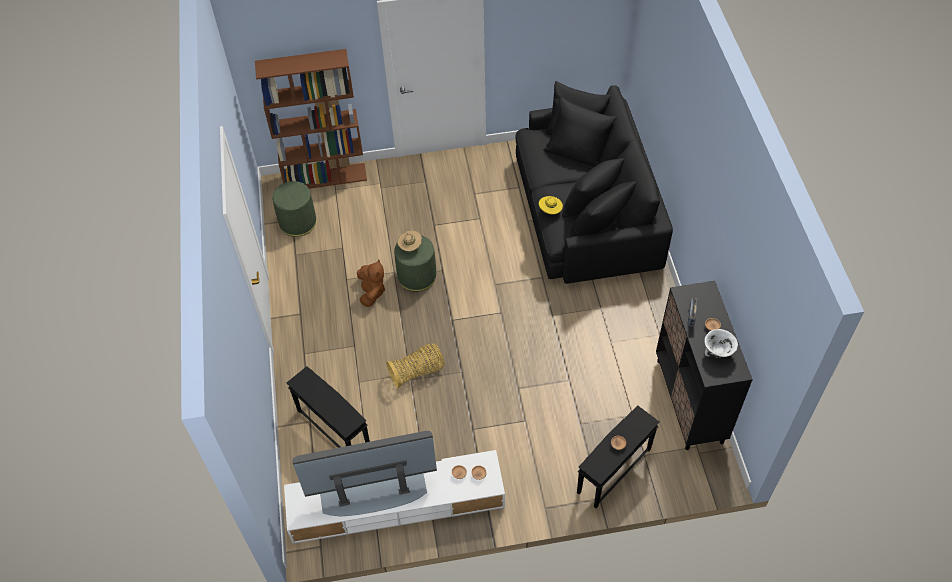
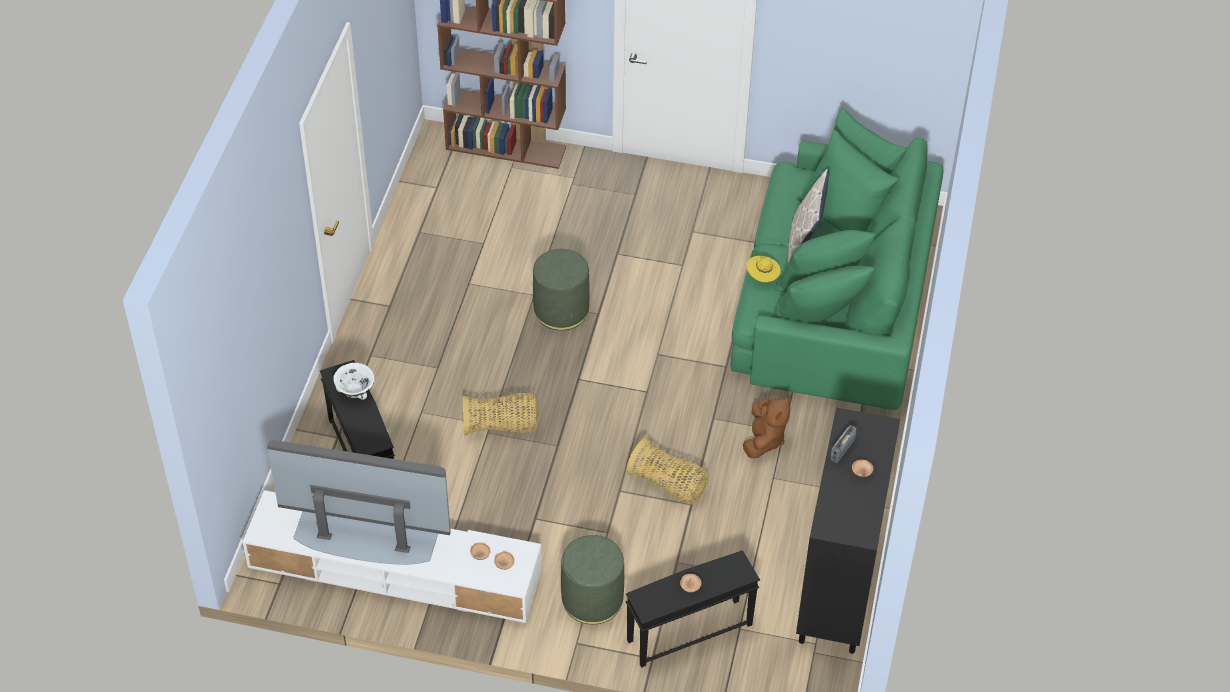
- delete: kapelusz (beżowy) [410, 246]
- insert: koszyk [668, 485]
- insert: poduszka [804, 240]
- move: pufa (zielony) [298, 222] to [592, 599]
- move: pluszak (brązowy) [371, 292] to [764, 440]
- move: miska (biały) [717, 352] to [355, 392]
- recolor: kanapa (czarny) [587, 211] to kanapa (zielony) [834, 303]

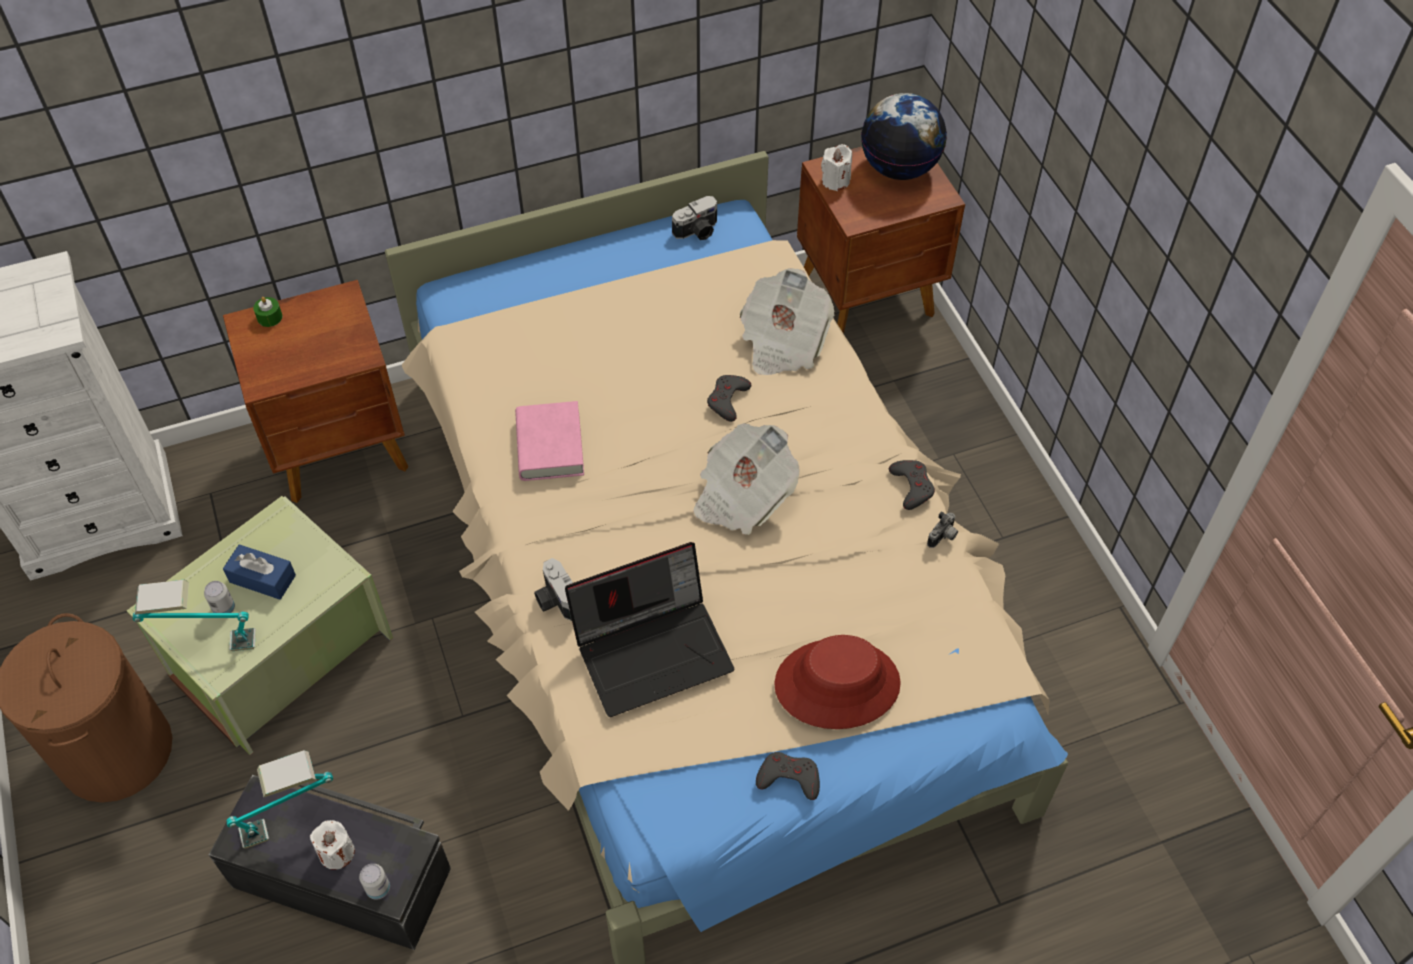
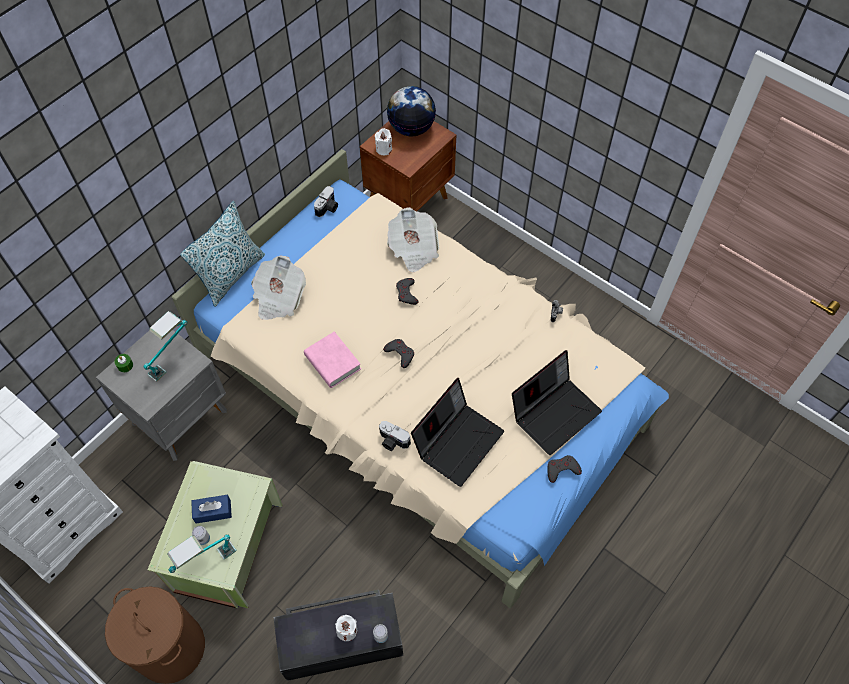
- insert: poduszka [231, 275]
- move: lampa stołowa [292, 821] to [172, 359]
- move: gazeta [742, 495] to [279, 298]
- move: pad do gier (szary) [912, 486] to [400, 354]
- replace: kapelusz (czerwony) [837, 684] to laptop [554, 412]
- recolor: szafka nocna (brązowy) [342, 449] to szafka nocna (szary) [182, 417]

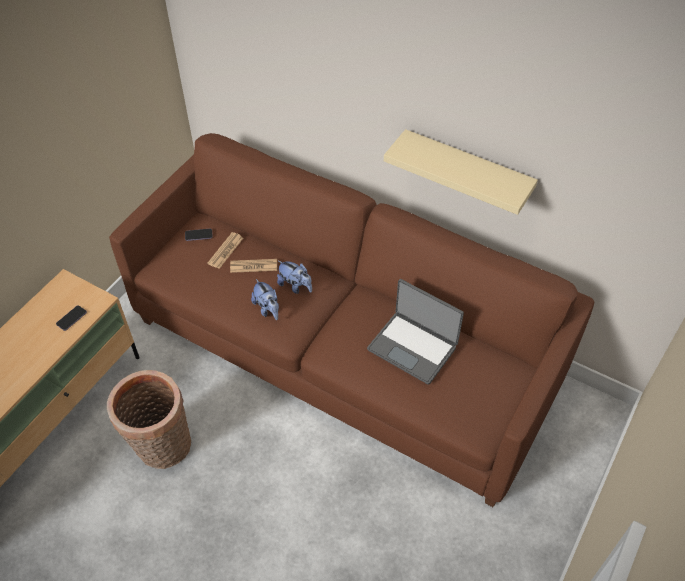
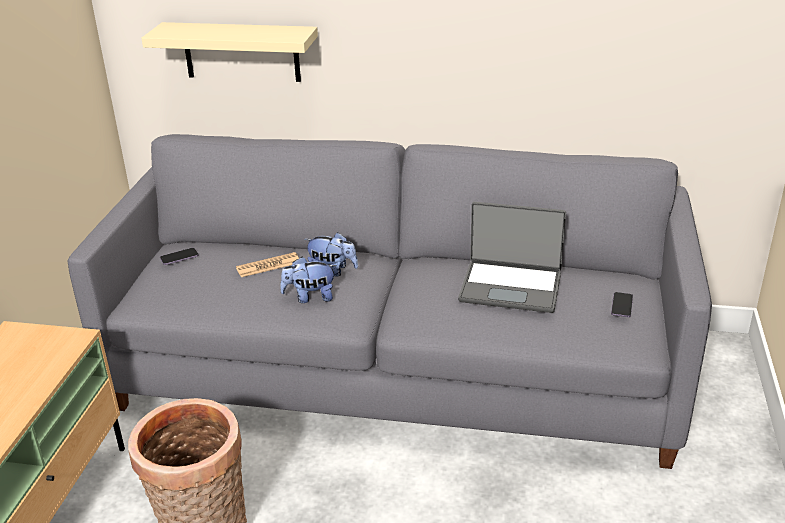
- delete: gazeta [225, 251]
- move: telefon [71, 318] to [621, 306]
- move: półka (beżowy) [466, 172] to [241, 52]
- recolor: kanapa (brązowy) [344, 351] to kanapa (szary) [397, 371]
- rotate: pluszak [267, 309] = [310, 297] 135 degrees clockwise

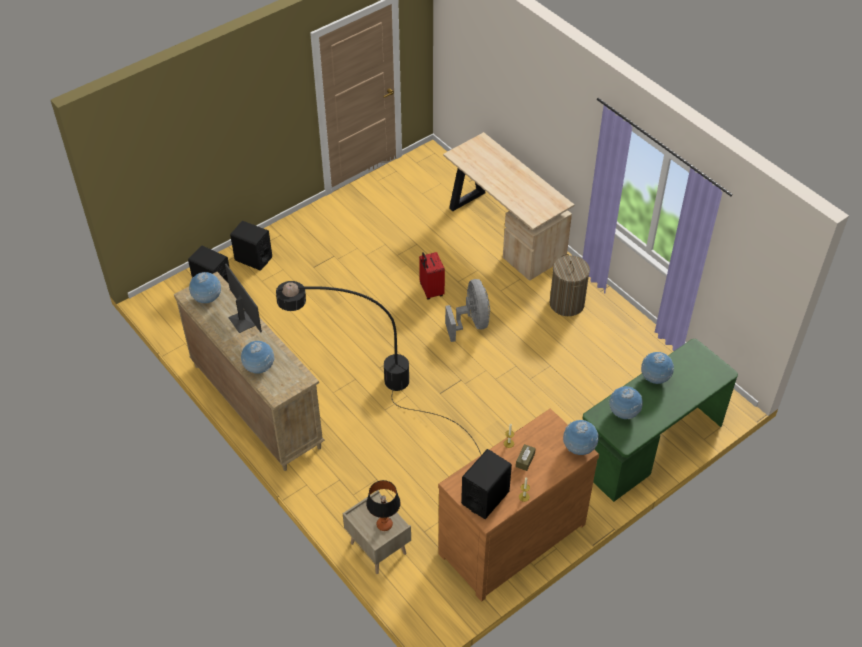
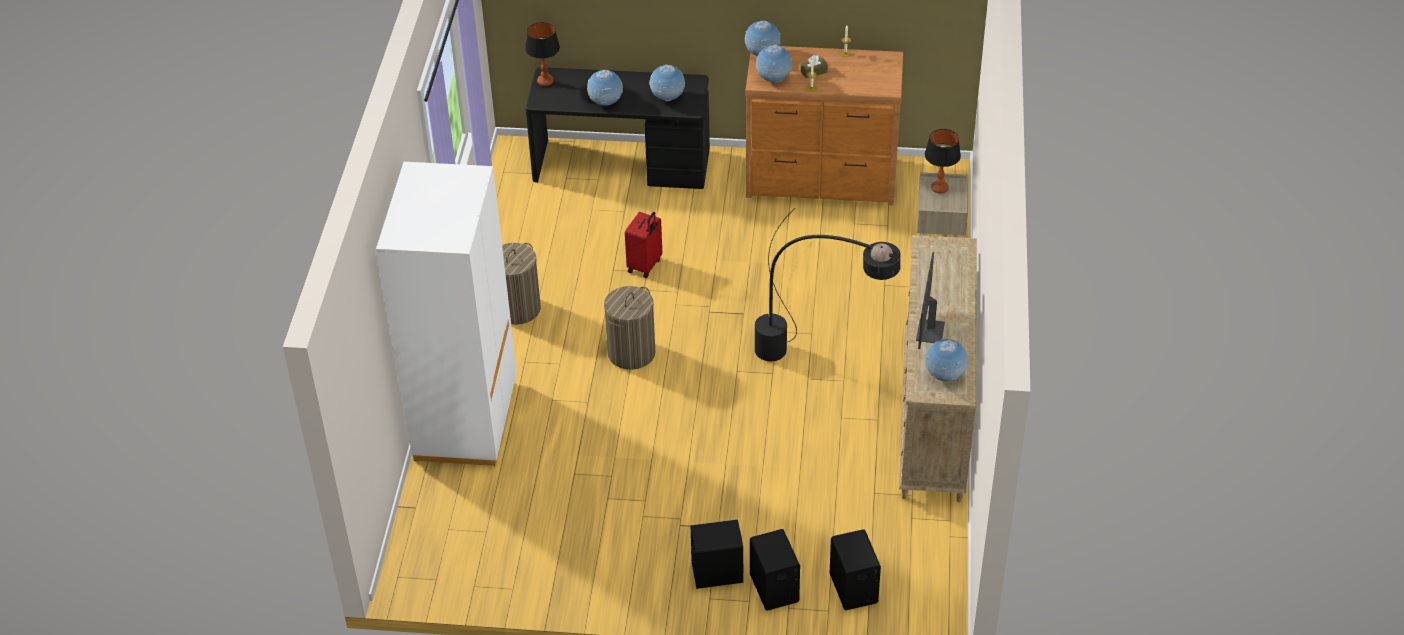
- insert: lampa stołowa [545, 81]
- move: globus [259, 368] to [773, 80]
- move: walizka (czerwony) [431, 291] to [645, 266]
- move: głośnik (czarny) [485, 497] to [716, 573]
- replace: biurko (beżowy) [504, 231] to szafa (biały) [466, 420]
- replace: wentylator (szary) [471, 323] to kosz na pranie [631, 353]
- recolor: biurko (zielony) [650, 444] to biurko (czarny) [621, 164]

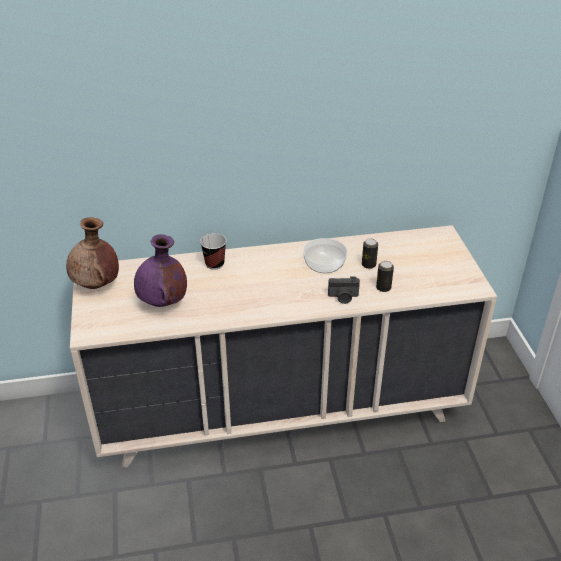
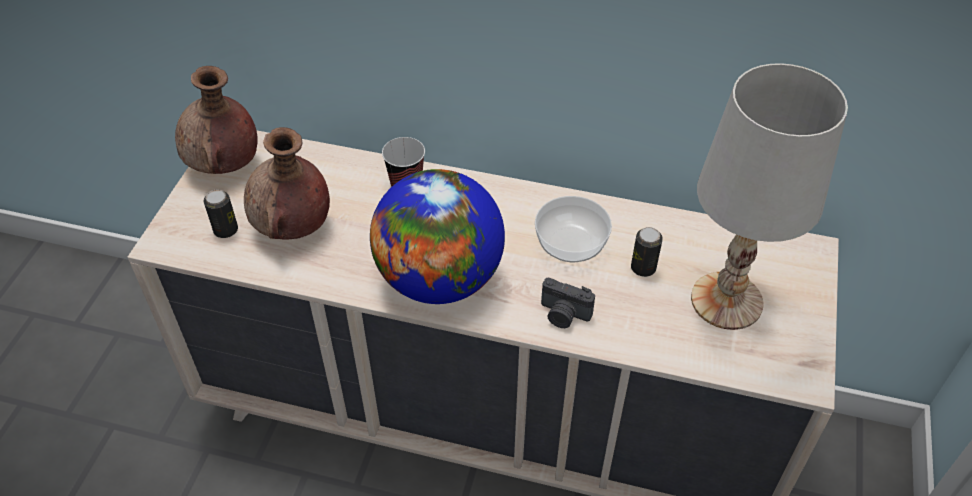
- insert: globus [440, 279]
- insert: lampa stołowa (biały) [727, 301]
- move: puszka [383, 288] to [226, 230]
- recolor: wazon (fioletowy) [163, 303] to wazon (brązowy) [293, 228]

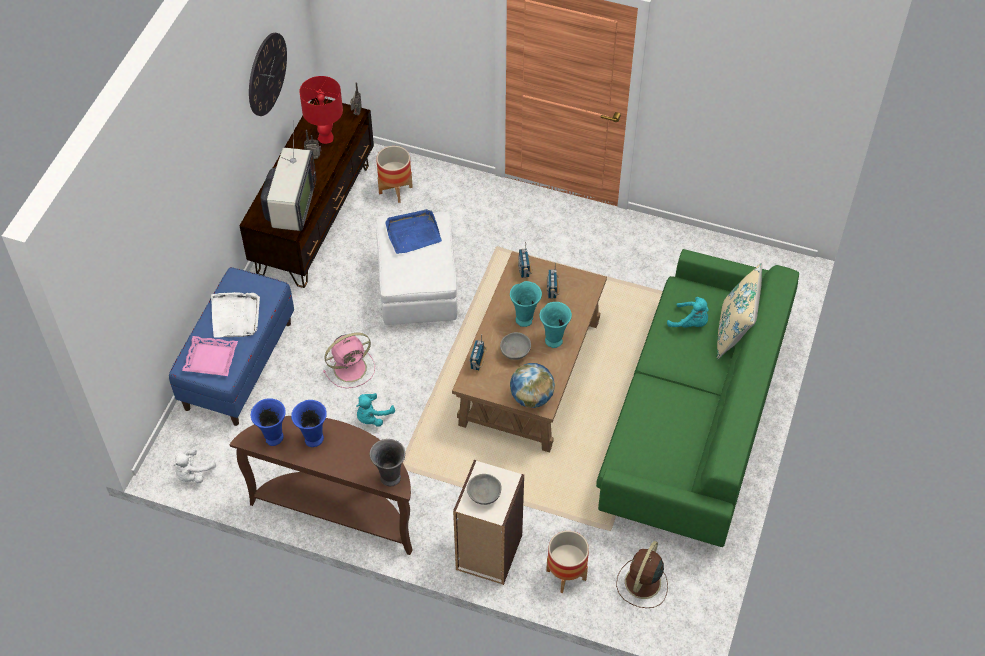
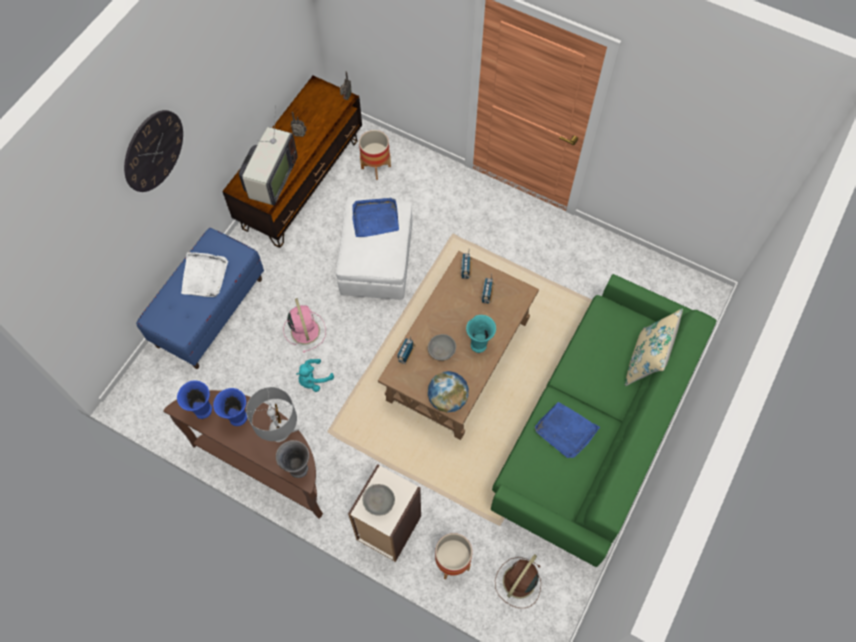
- delete: pluszak (biały) [193, 473]
- delete: taca (różowy) [211, 359]
- delete: lampa stołowa (czerwony) [326, 137]
- delete: wazon (turkusowy) [525, 319]
- delete: pluszak (turkusowy) [690, 323]
- insert: lampa stołowa (szary) [280, 433]
- insert: taca (niebieski) [565, 431]
- move: zegar ścienny [267, 74] to [153, 151]
- rotate: wentylator (różowy) [351, 368] = [305, 330] 90 degrees counterclockwise

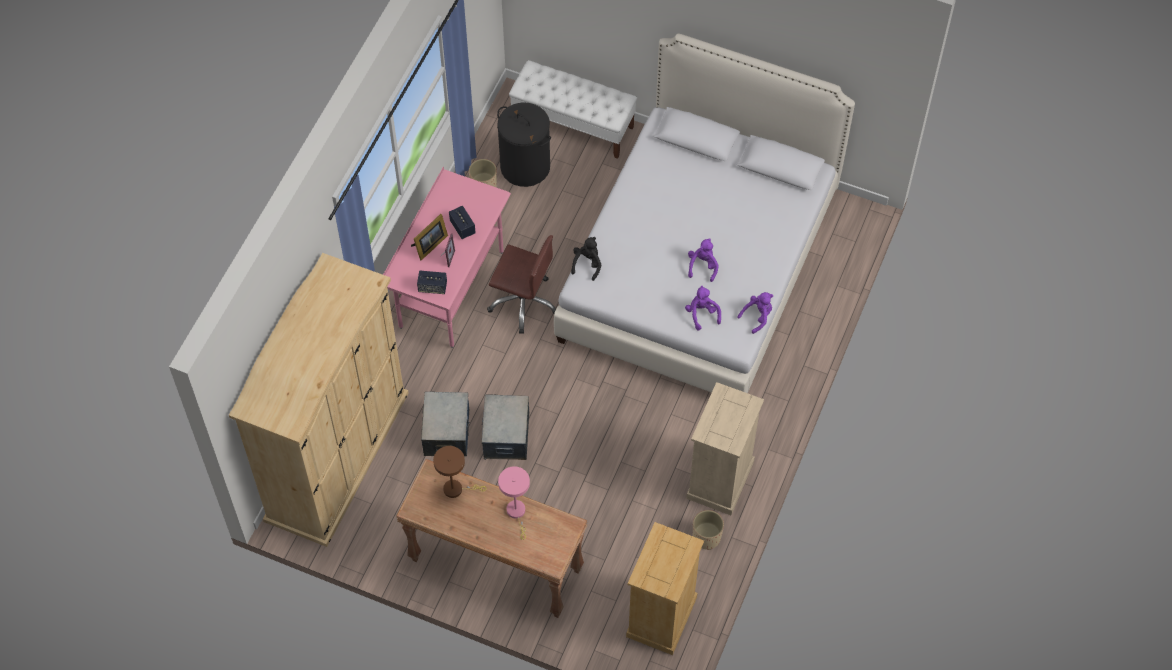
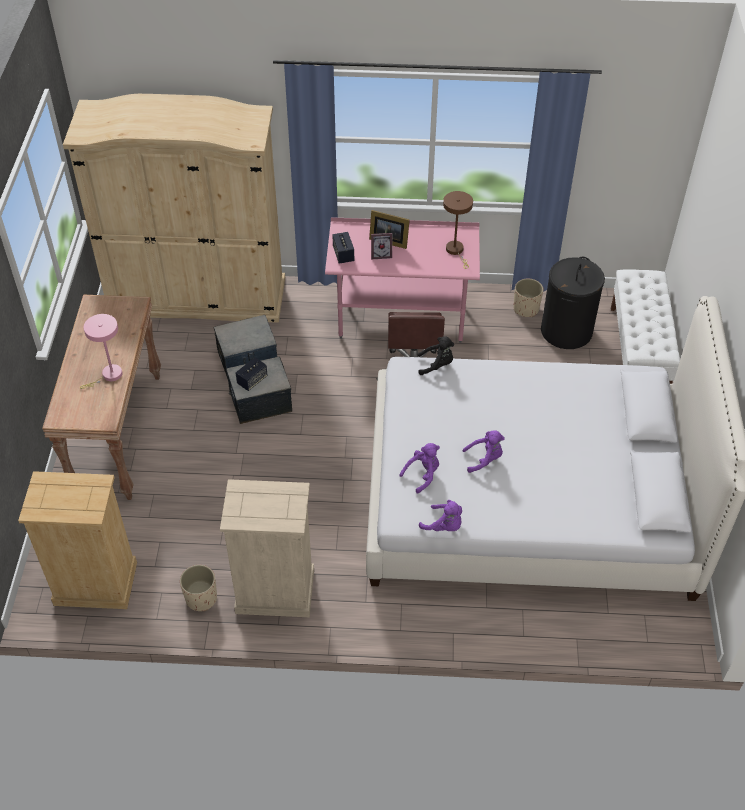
- move: lampa stołowa (brązowy) [456, 489] to [456, 251]
- move: głośnik [462, 227] to [252, 380]

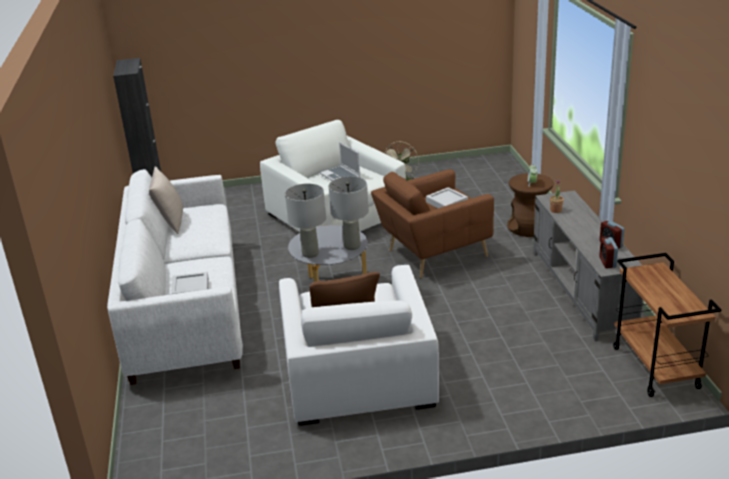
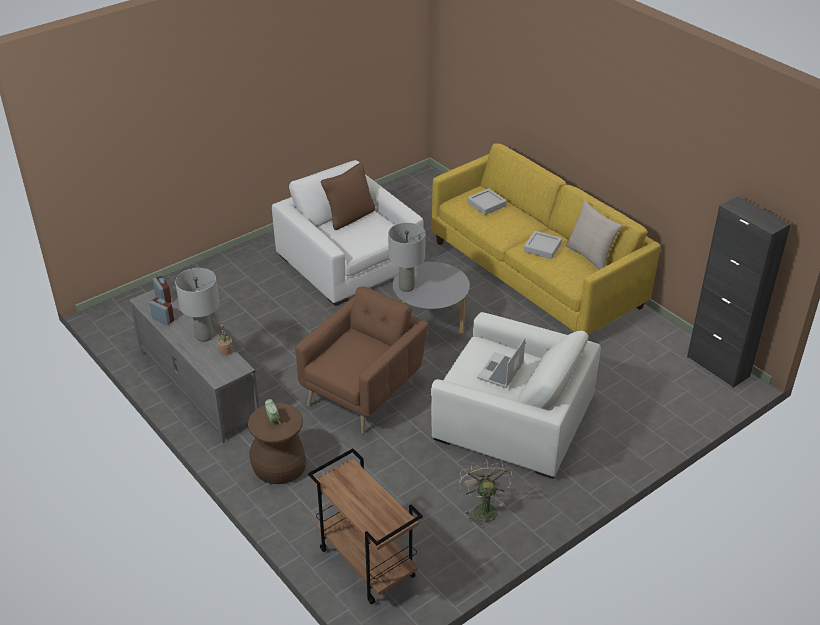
- move: lampa stołowa (szary) [310, 254] to [204, 336]
- move: taca (szary) [446, 202] to [542, 247]
- move: wózek (brązowy) [656, 368] to [365, 563]
- recolor: kanapa (biały) [185, 307] to kanapa (żółty) [536, 274]
- rotate: laptop [341, 176] = [501, 372] 90 degrees counterclockwise

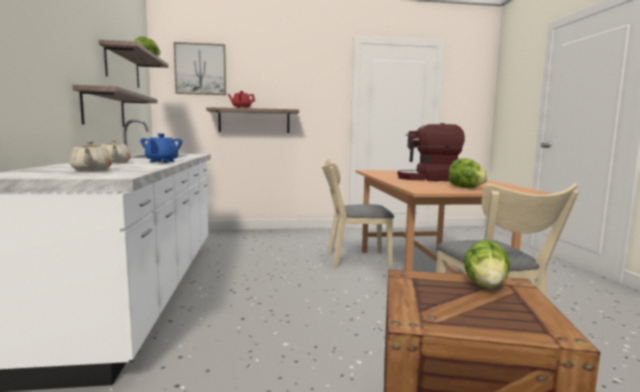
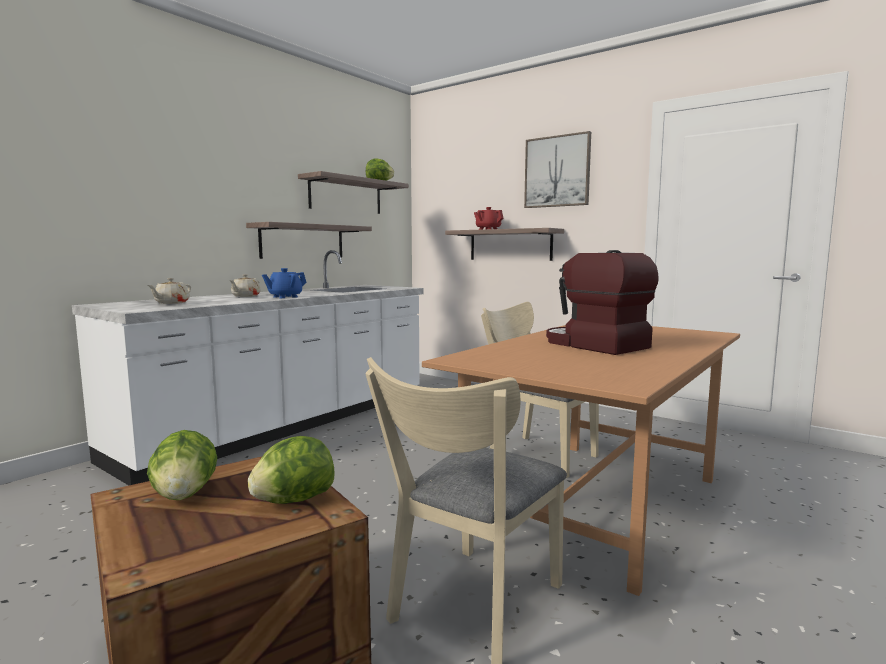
- move: obraz [200, 69] to [557, 171]
- move: sałata [465, 187] to [185, 494]

